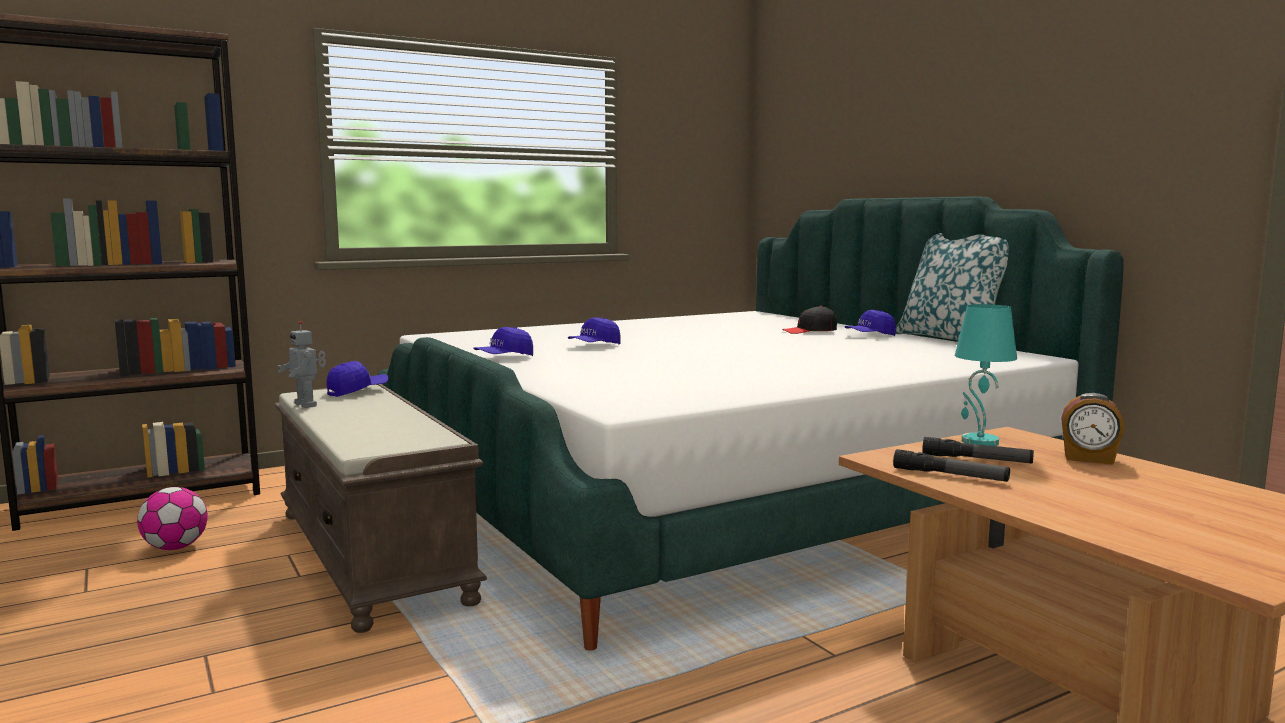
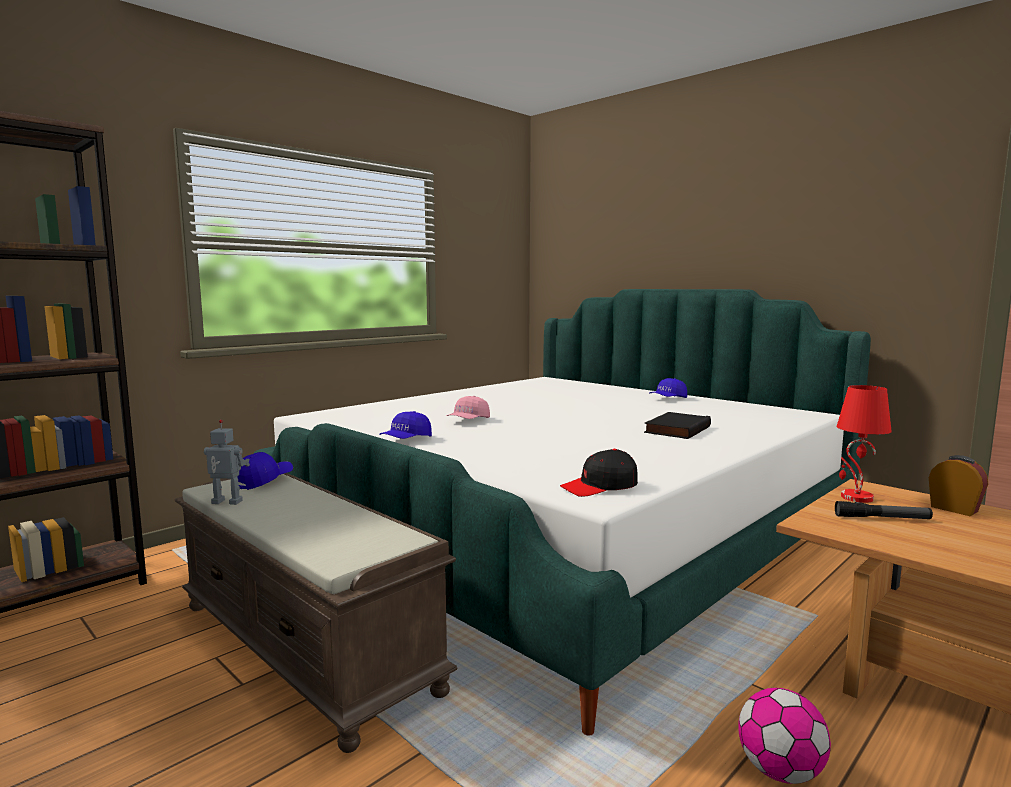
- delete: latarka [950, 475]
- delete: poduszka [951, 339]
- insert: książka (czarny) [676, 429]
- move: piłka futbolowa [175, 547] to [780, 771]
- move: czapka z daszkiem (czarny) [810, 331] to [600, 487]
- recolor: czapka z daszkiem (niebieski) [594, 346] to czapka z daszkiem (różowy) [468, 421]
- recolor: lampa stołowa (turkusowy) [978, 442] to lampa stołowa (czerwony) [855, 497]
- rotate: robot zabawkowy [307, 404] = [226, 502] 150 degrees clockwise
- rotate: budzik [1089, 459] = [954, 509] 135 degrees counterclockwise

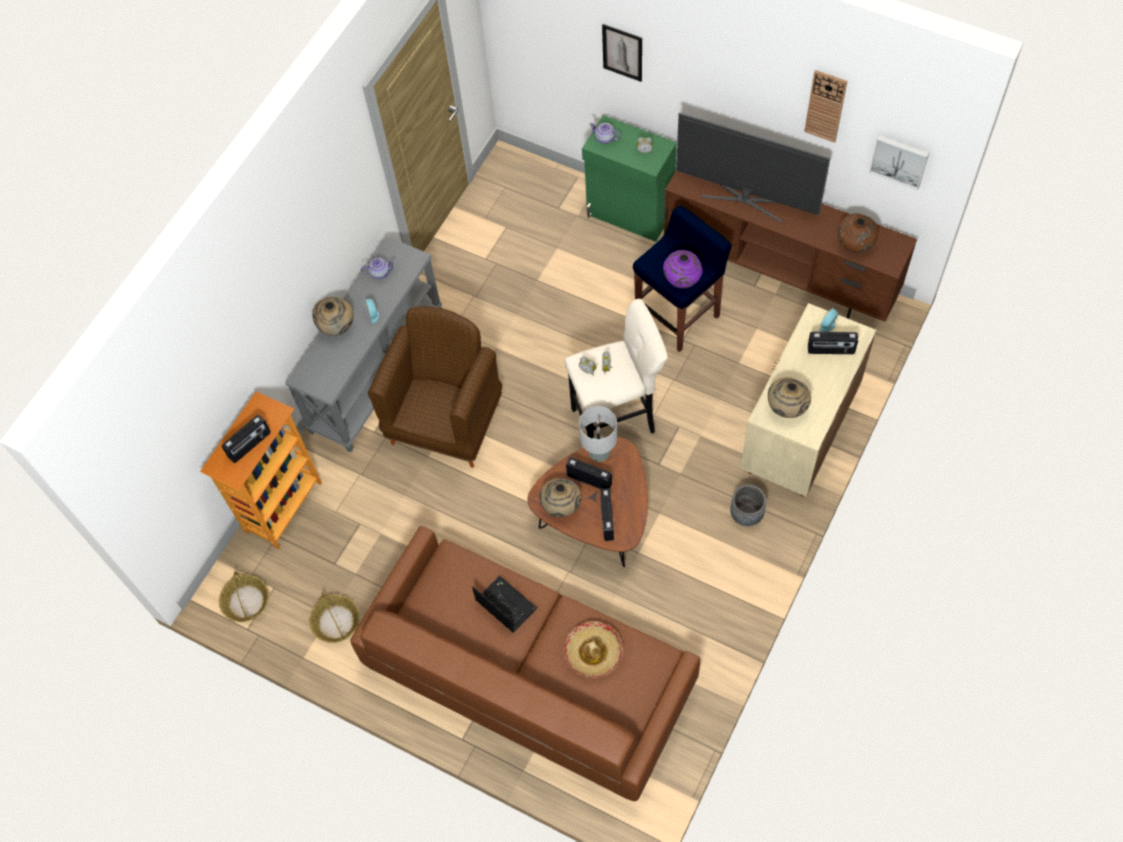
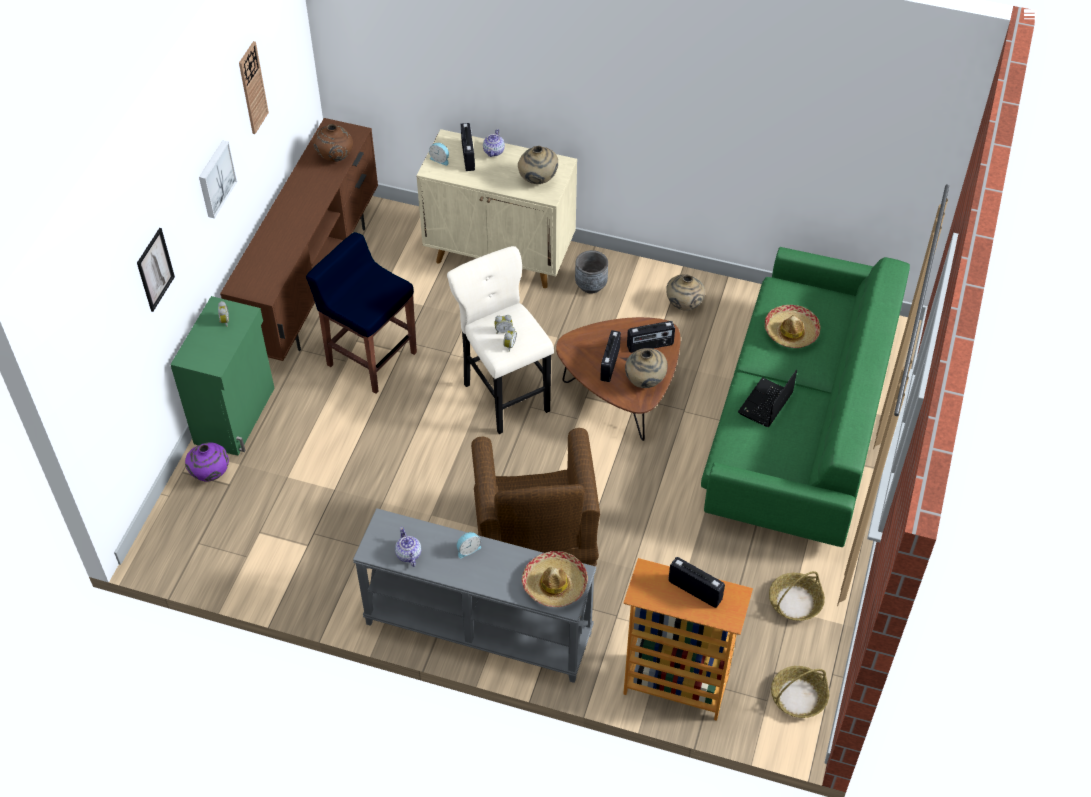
- delete: lampa stołowa (szary) [599, 455]
- delete: telewizor [746, 198]
- insert: kapelusz [555, 584]
- move: wazon (beżowy) [337, 327] to [683, 306]
- move: imbryk [605, 138] to [494, 151]
- move: wazon (fioletowy) [682, 281] to [210, 475]
- move: obraz [899, 160] to [215, 178]
- recolor: kanapa (brązowy) [530, 675] to kanapa (zielony) [798, 425]
- rotate: fotel (brązowy) [446, 422] = [534, 545] 105 degrees counterclockwise

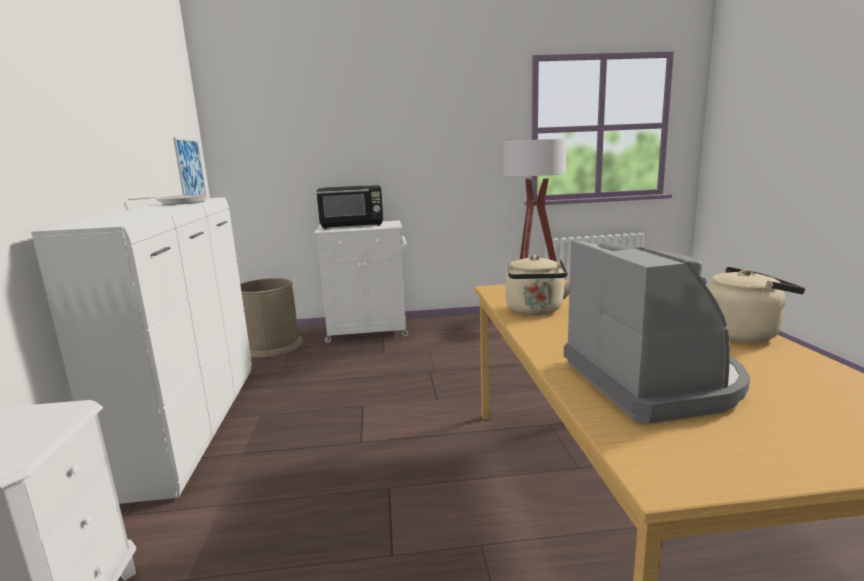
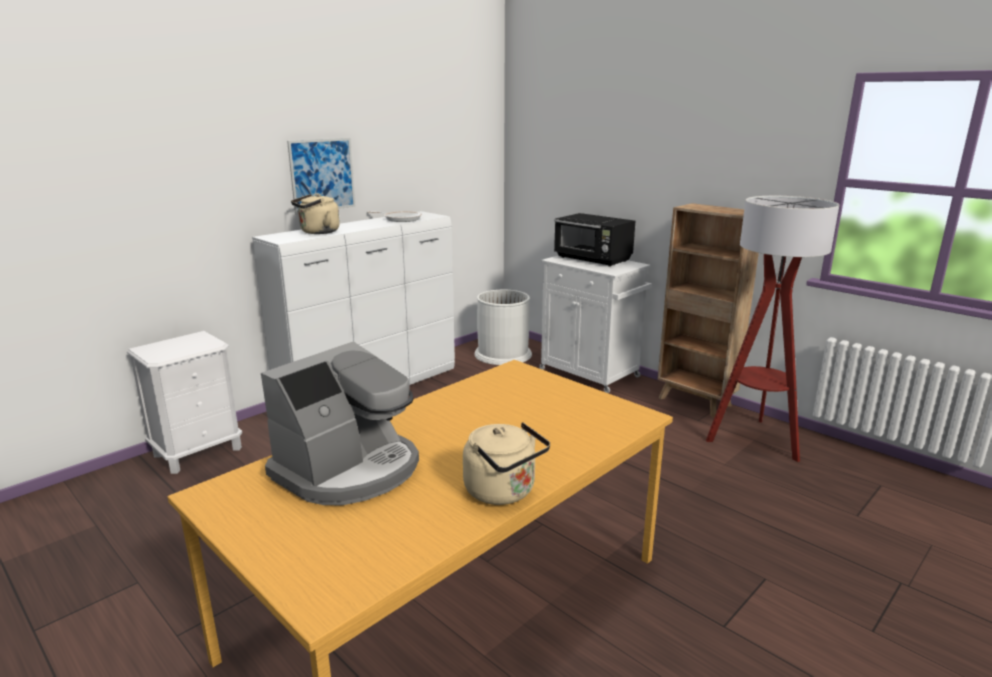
- insert: regał (brązowy) [695, 402]
- move: obraz [190, 171] to [322, 175]
- move: czajnik (beżowy) [535, 310] to [317, 232]
- recolor: kosz na śmieci (brązowy) [271, 345] to kosz na śmieci (biały) [503, 354]

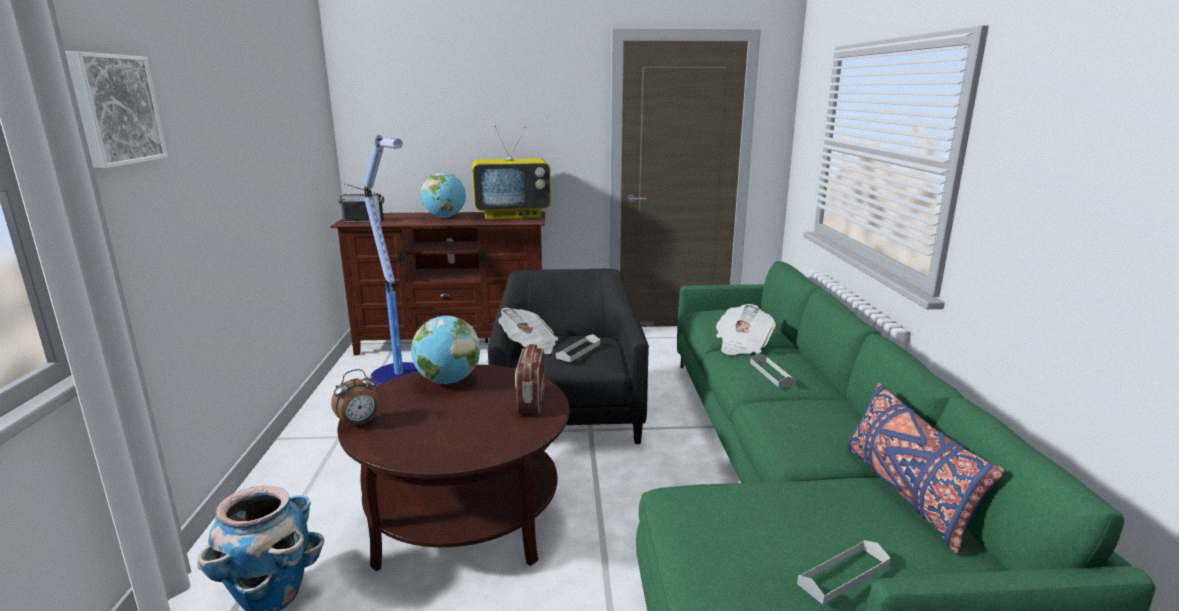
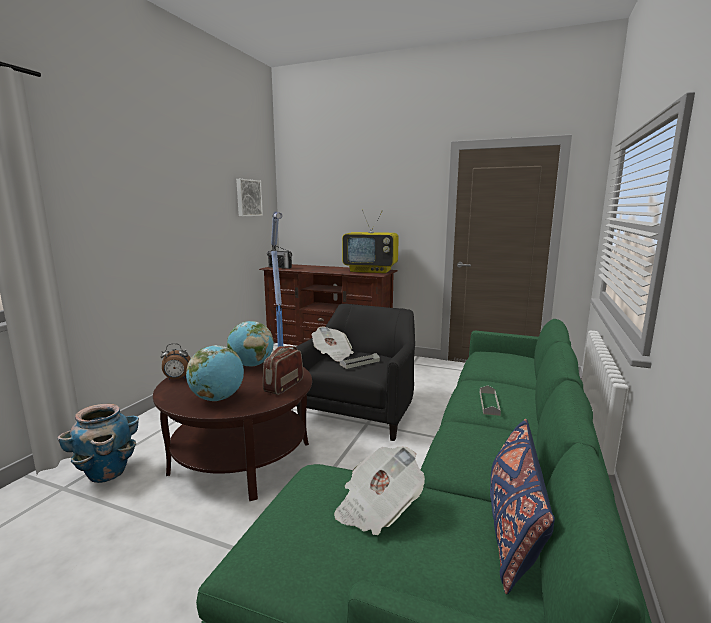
- delete: taca (szary) [843, 574]
- move: obraz [114, 109] to [248, 198]
- move: globus [445, 217] to [217, 399]
- move: gazeta [741, 345] to [377, 508]

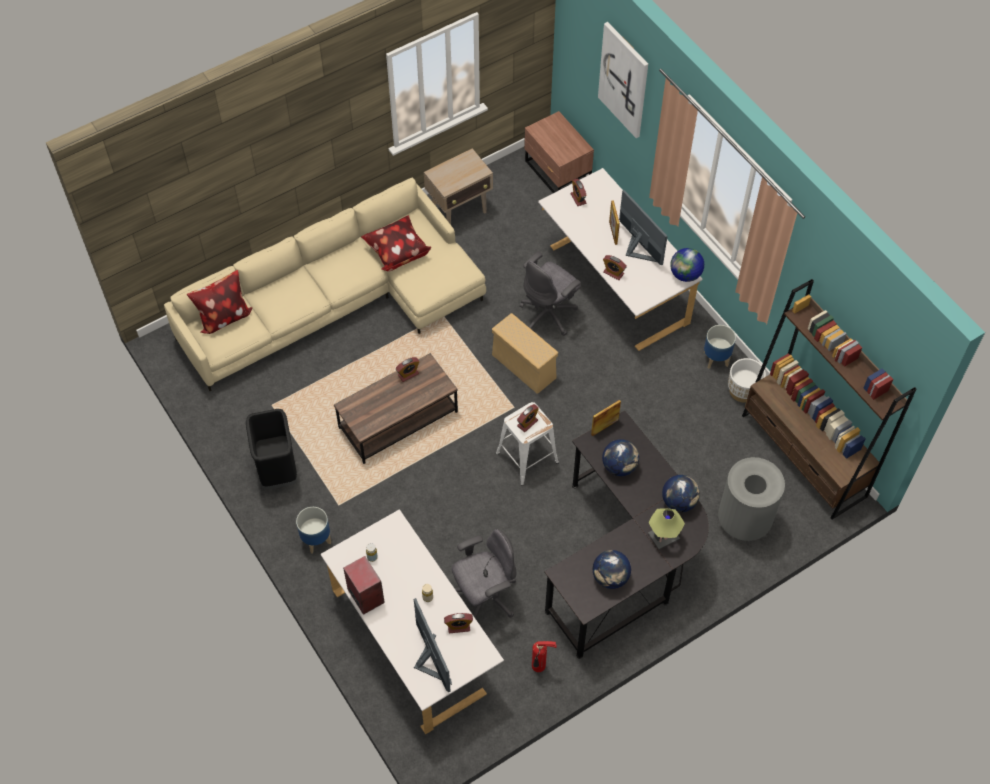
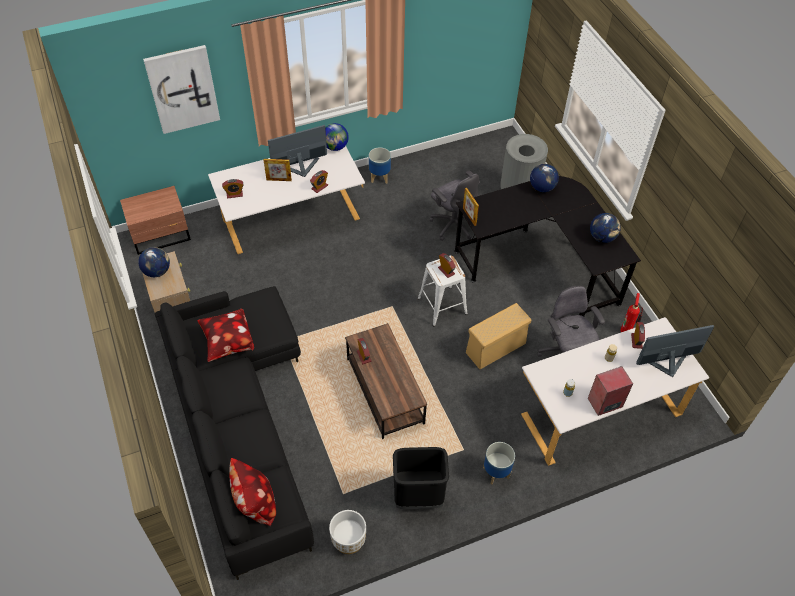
- delete: lampa stołowa [663, 537]
- delete: regał (brązowy) [803, 456]
- move: pojemnik do przechowywania (beżowy) [525, 367] to [496, 347]
- move: krzesło biurowe (szary) [549, 314] to [453, 224]
- move: globus [619, 466] to [157, 271]
- move: donica (biały) [743, 390] to [348, 540]
- recolor: kanapa (beżowy) [337, 303] to kanapa (czarny) [241, 422]

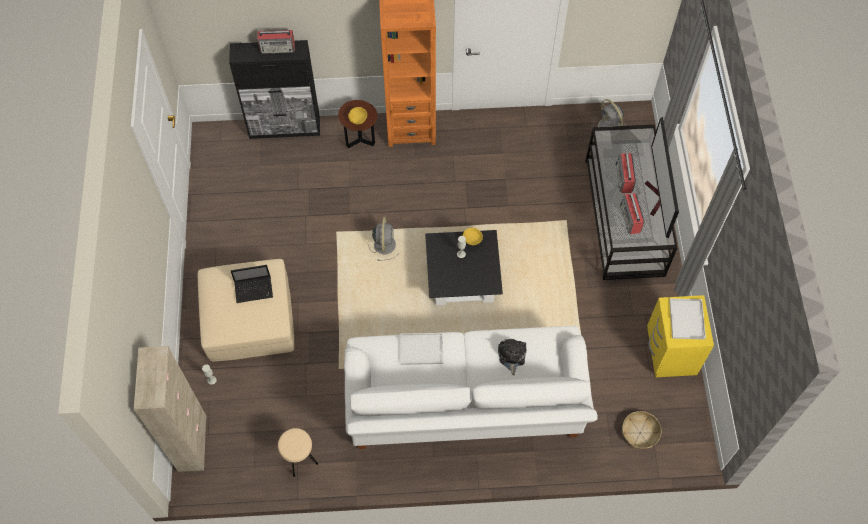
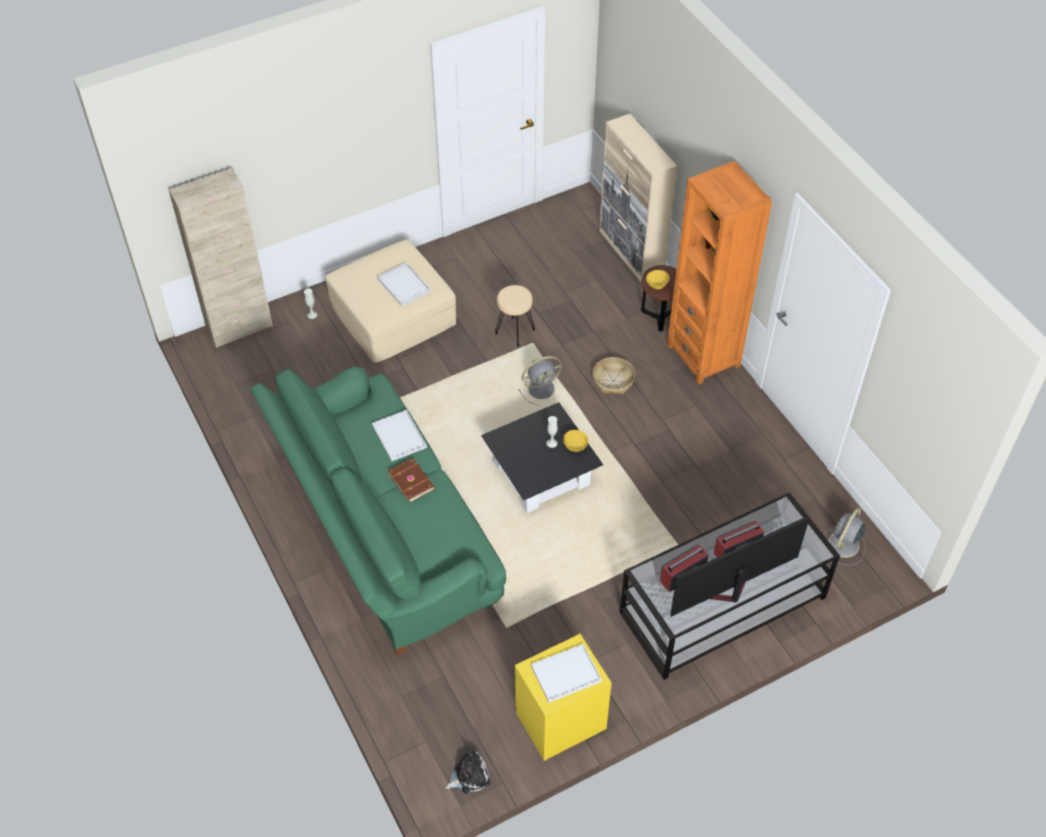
- delete: radio [278, 48]
- insert: książka (brązowy) [412, 481]
- move: stołek (beżowy) [299, 459] to [514, 331]
- move: pluszak [511, 356] to [469, 776]
- move: koszyk [640, 433] to [613, 381]
- replace: laptop [254, 289] to taca (biały) [405, 285]
- recolor: szafka (czarny) [285, 128] to szafka (beżowy) [631, 252]
- recolor: kanapa (biały) [465, 406] to kanapa (zielony) [384, 534]

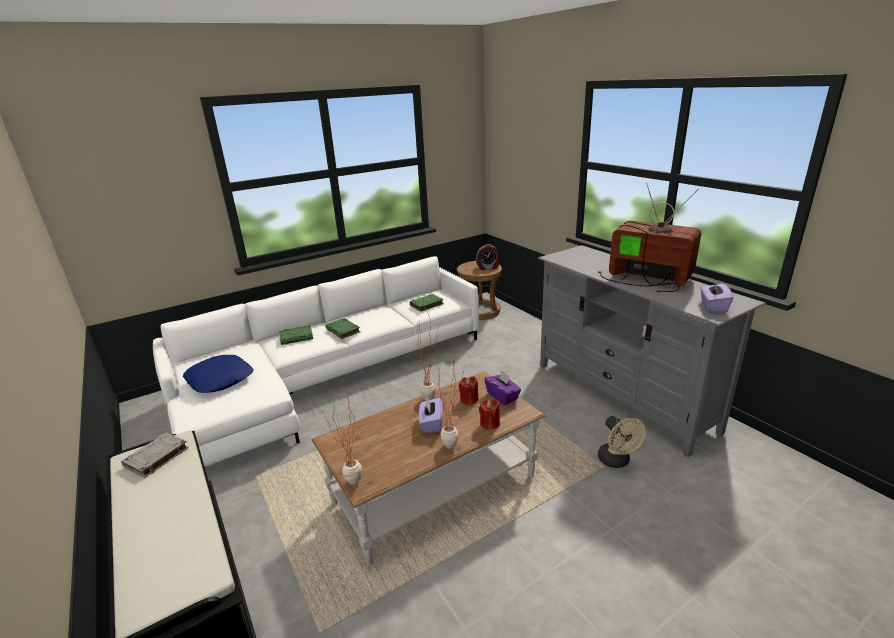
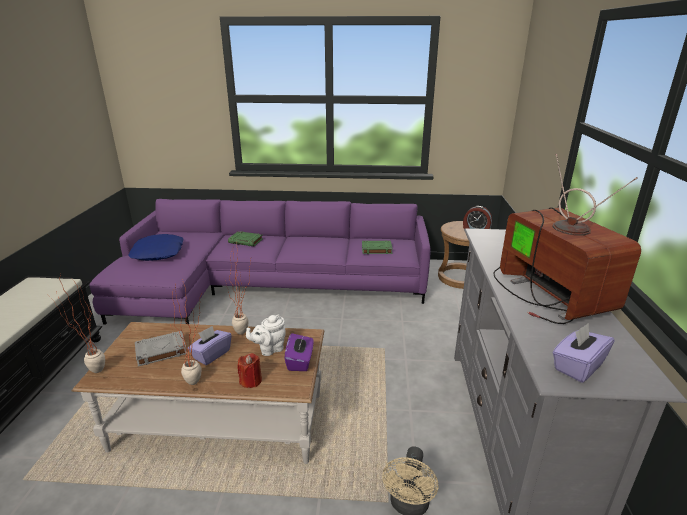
- delete: książka (zielony) [343, 331]
- move: książka (szary) [156, 458] to [160, 351]
- replace: świeca (czerwony) [469, 400] to imbryk (biały) [269, 349]
- recolor: kanapa (biały) [325, 377] to kanapa (fioletowy) [265, 285]

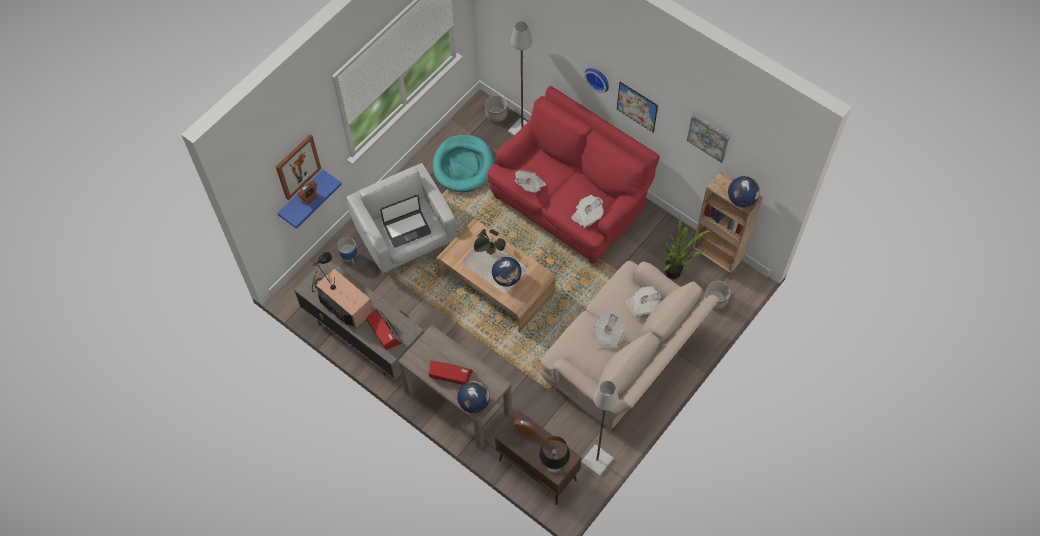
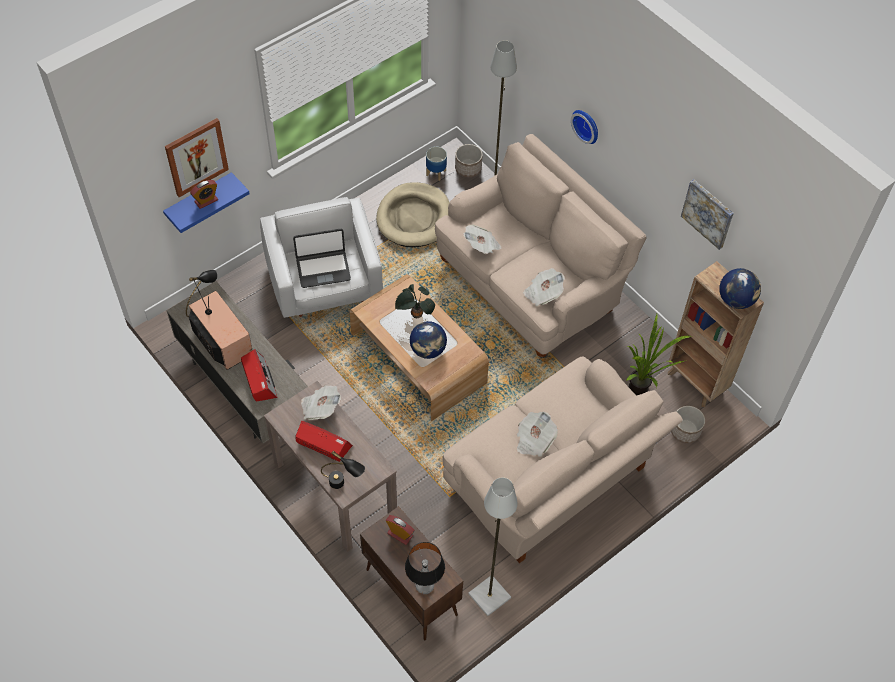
- delete: obraz [637, 107]
- move: donica [349, 257] to [435, 173]
- move: gazeta [642, 305] to [320, 408]
- replace: globus [474, 402] to lampa stołowa (czarny) [343, 484]
- recolor: legowisko (turkusowy) [463, 165] to legowisko (beżowy) [414, 217]
- recolor: kanapa (czerwony) [570, 203] to kanapa (beżowy) [531, 284]

